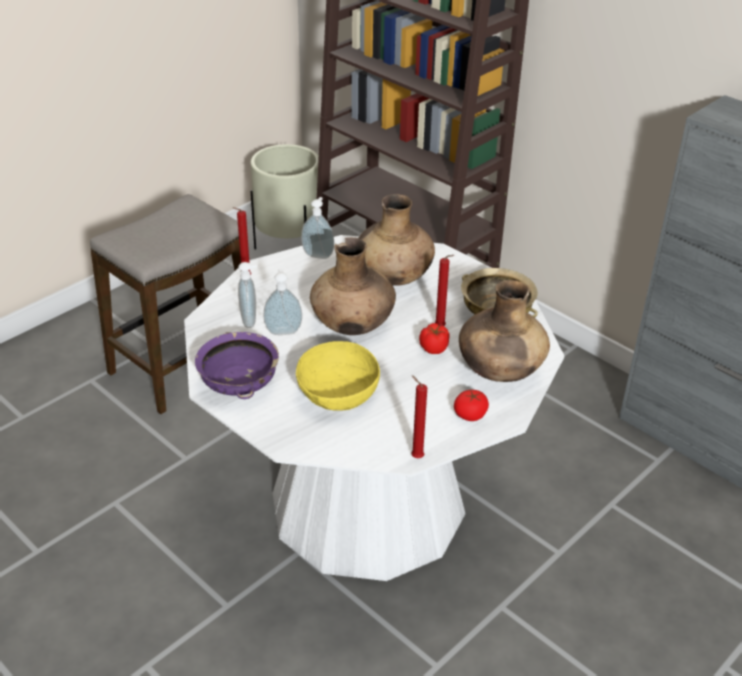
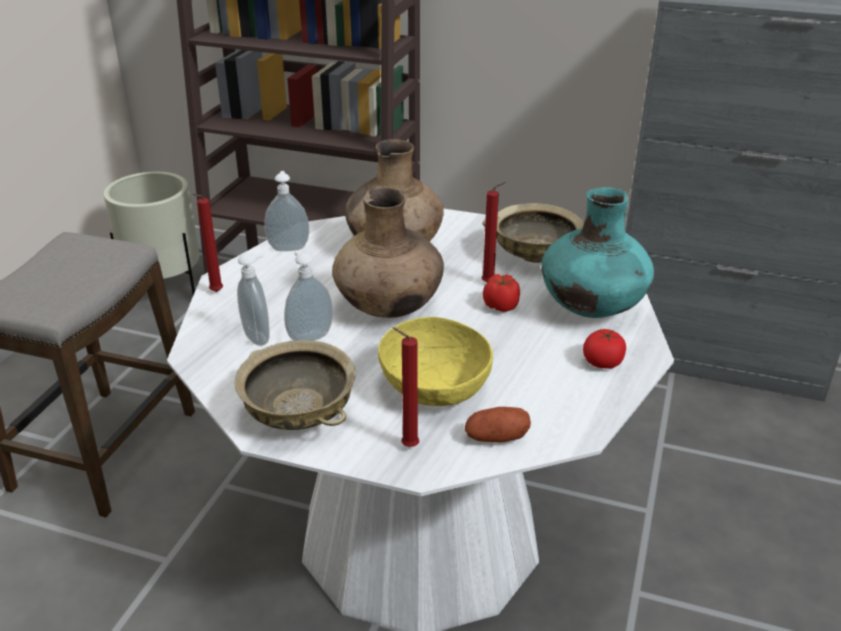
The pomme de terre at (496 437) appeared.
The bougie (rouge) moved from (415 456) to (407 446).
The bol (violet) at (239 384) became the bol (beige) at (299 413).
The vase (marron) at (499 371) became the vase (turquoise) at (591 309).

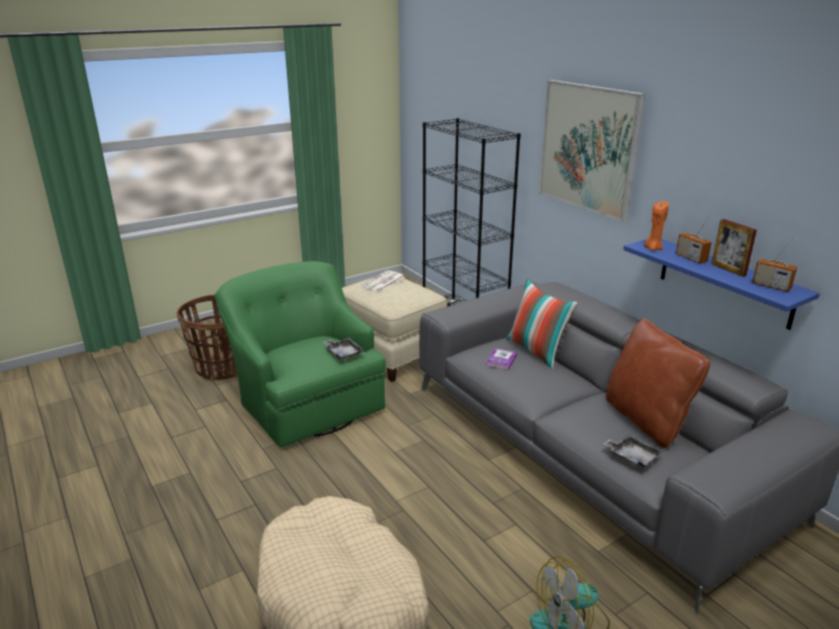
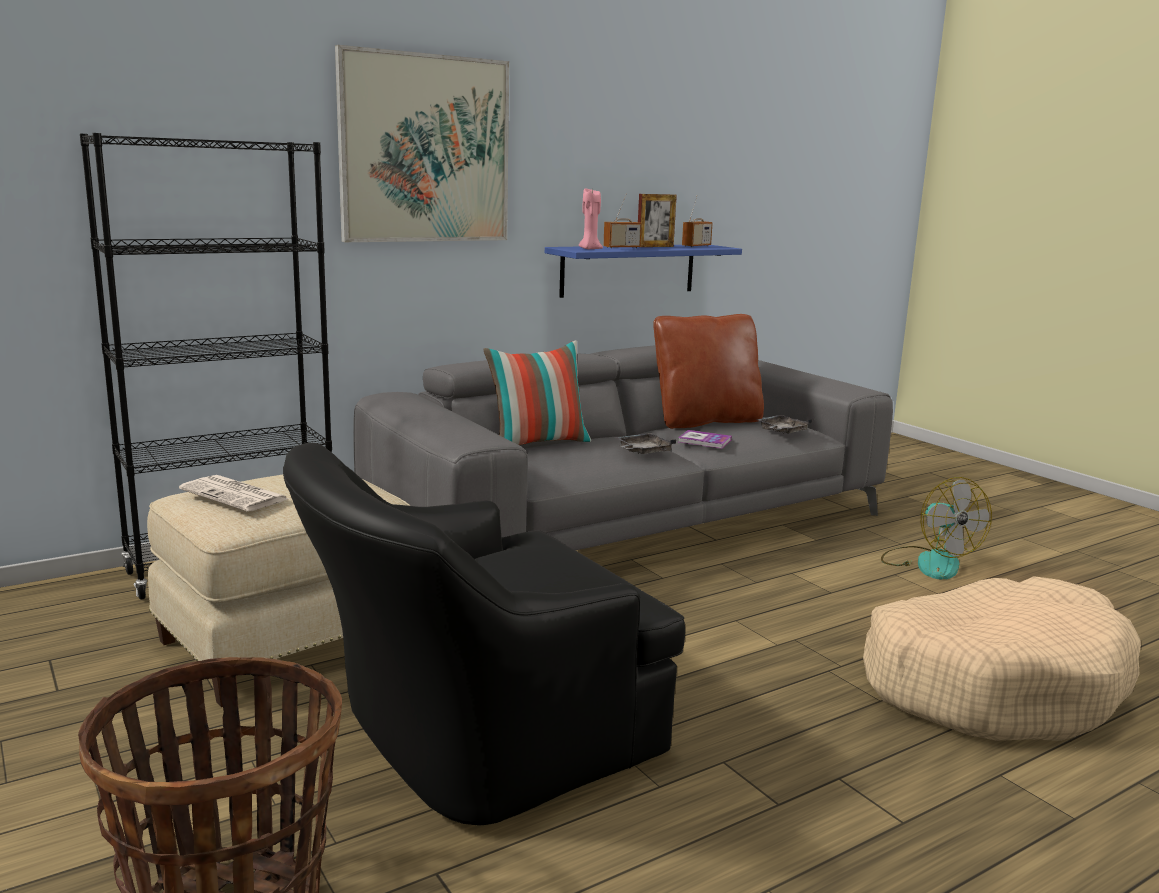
The plateau (gris) moved from (343 353) to (642 452).
The livre moved from (501 360) to (704 441).
The fauteuil (vert) at (307 401) became the fauteuil (noir) at (474 738).
The bougie (orange) at (653 248) became the bougie (rose) at (589 249).

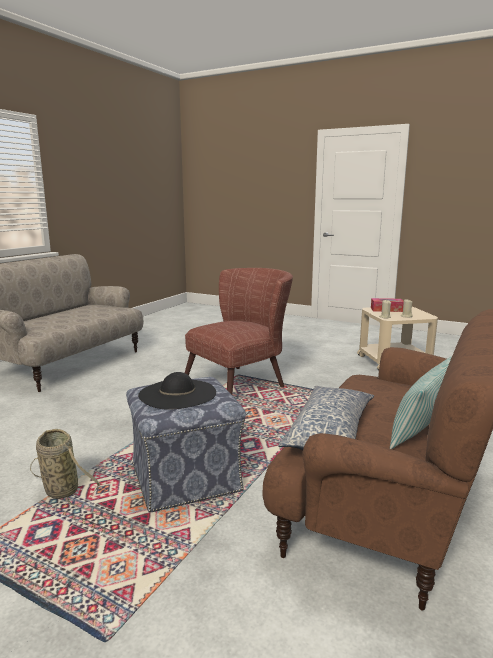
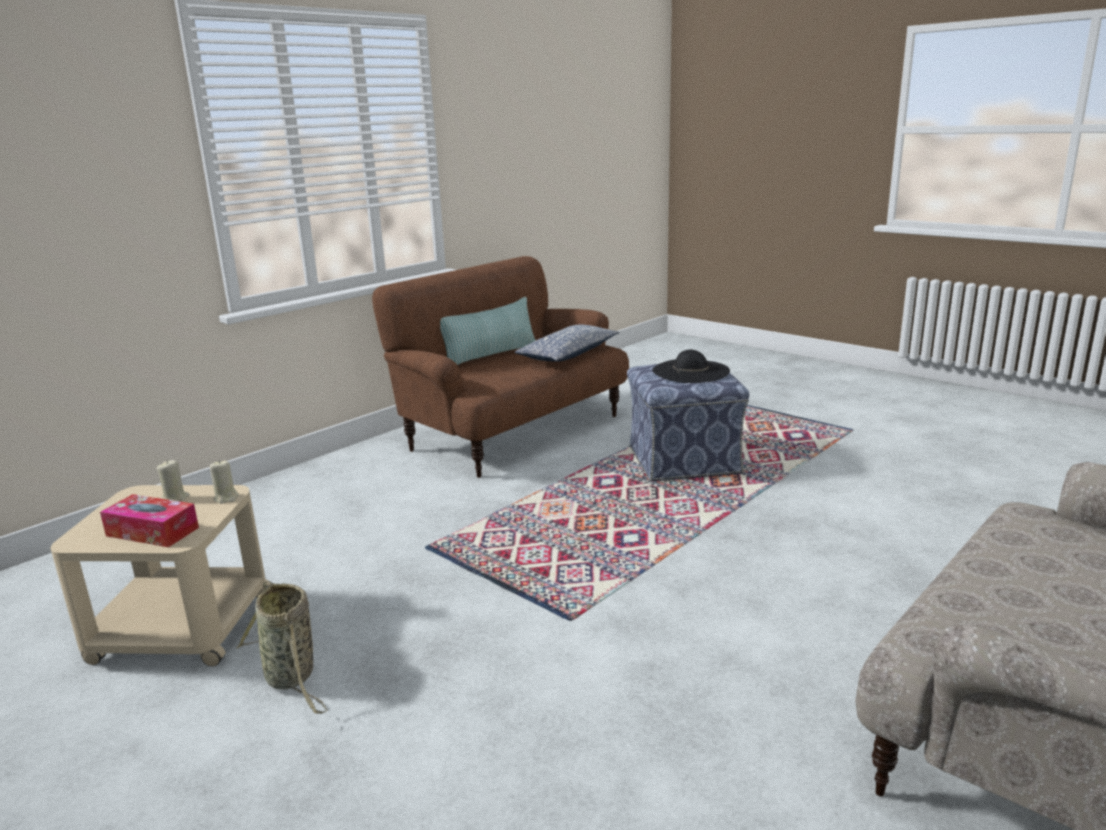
The fauteuil (marron) at (242 383) disappeared.
The panier moved from (60 489) to (292 678).

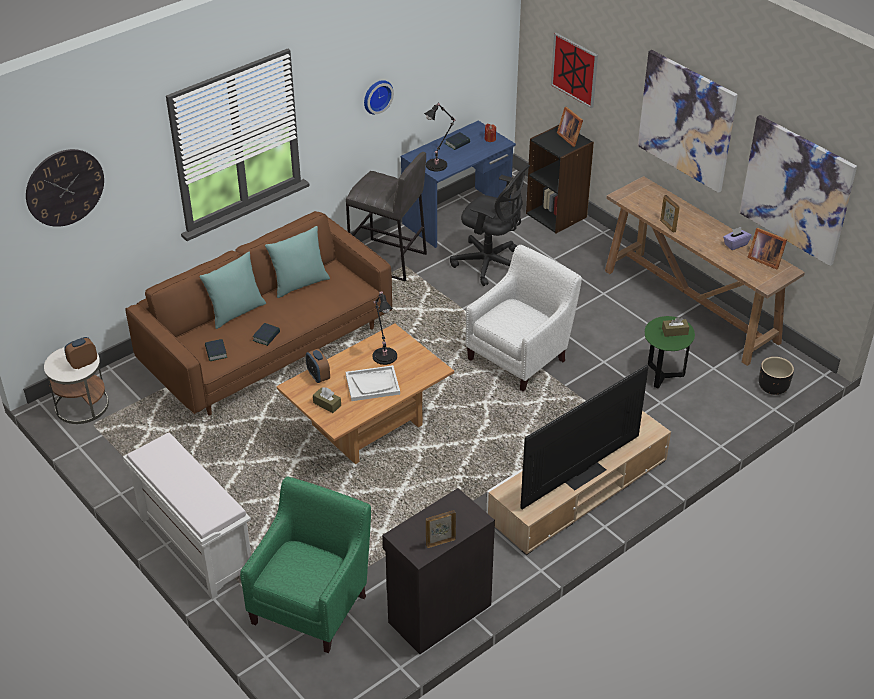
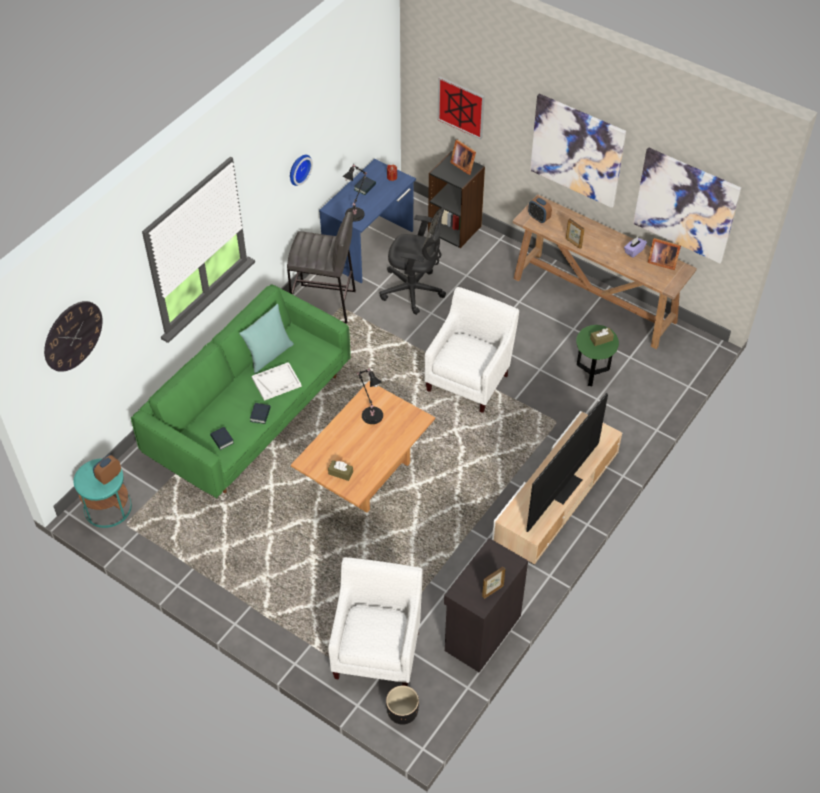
The banc (blanc) at (194 545) disappeared.
The coussin (turquoise) at (236 312) disappeared.
The réveil moved from (318 376) to (539 218).
The plateau (blanc) moved from (372 384) to (276 382).
The cache-pot (noir) moved from (773 388) to (403 713).
The table d'appoint (blanc) at (81 406) became the table d'appoint (turquoise) at (107 508).
The canapé (marron) at (267 346) became the canapé (vert) at (249 414).
The fauteuil (vert) at (313 603) became the fauteuil (blanc) at (378 648).

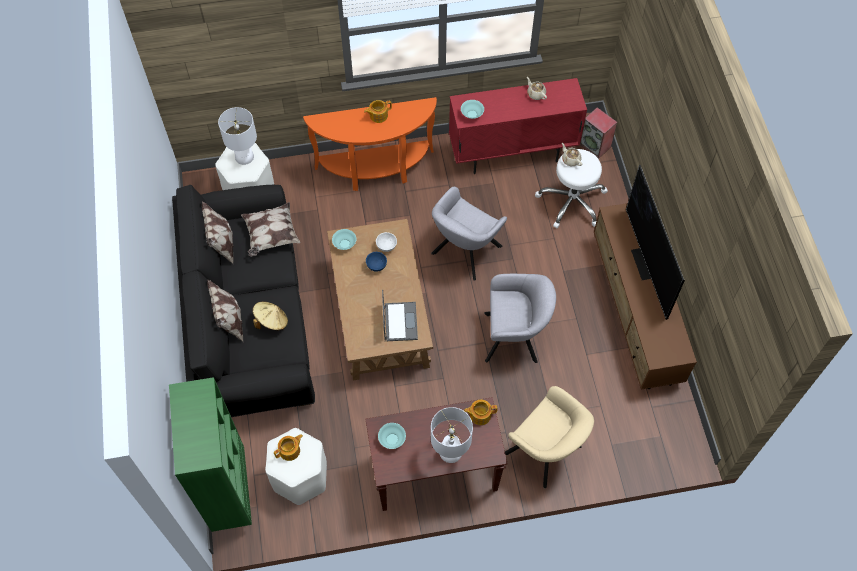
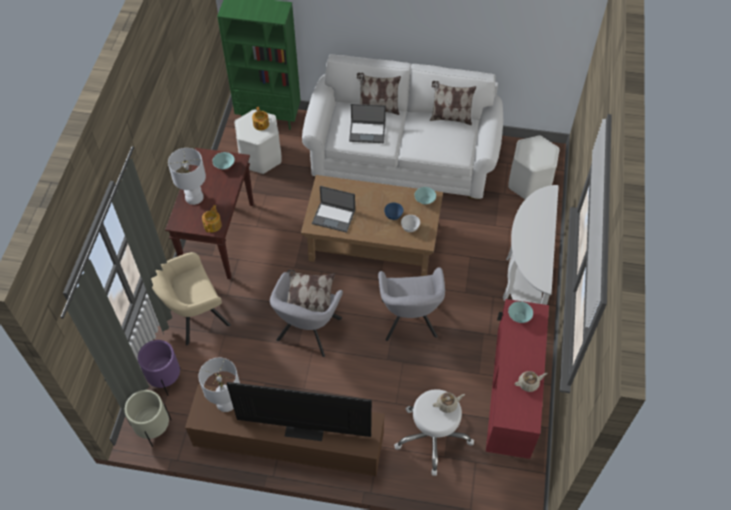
The théière at (378 115) disappeared.
The enceinte at (595 145) disappeared.
The cache-pot (beige) at (154 429) appeared.
The cache-pot (violet) at (165 379) appeared.
The lampe de table (blanc) moved from (245 156) to (226 403).
The coussin moved from (271 235) to (309 297).
The chapeau (beige) at (271 321) was replaced by the ordinateur portable at (367 132).
The canapé (noir) at (251 321) became the canapé (blanc) at (402 157).
The table console (orange) at (376 171) became the table console (blanc) at (524 280).
The fauteuil (gris) at (464 252) turned 150 degrees counterclockwise.

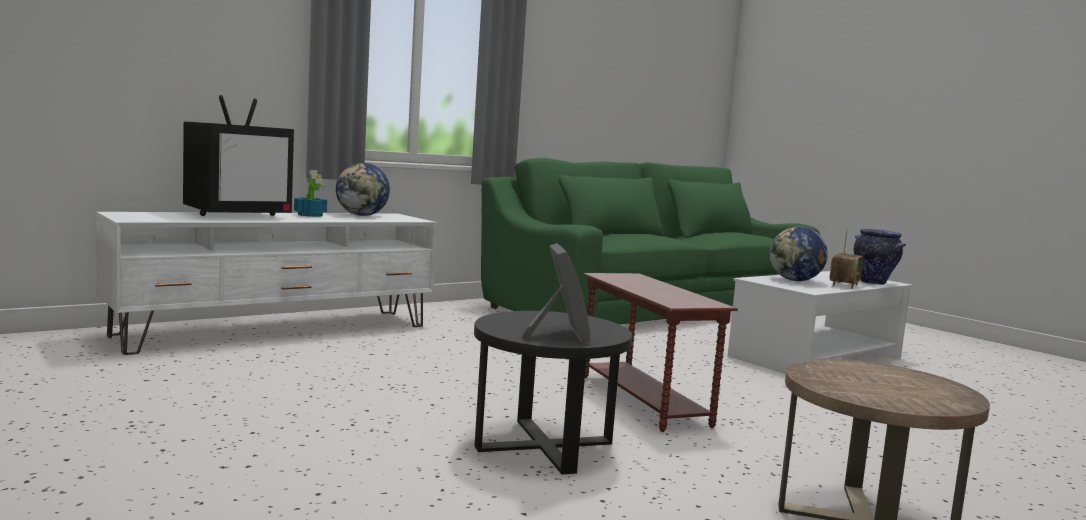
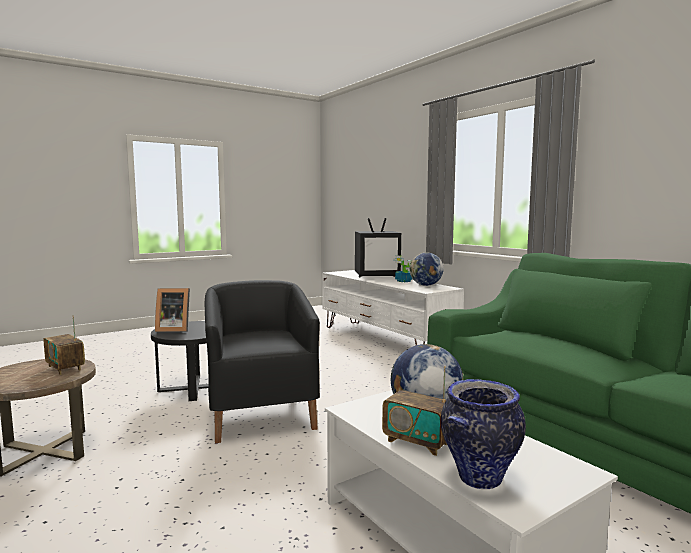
The radio at (65 368) appeared.
The table d'appoint (marron) at (642 400) was replaced by the fauteuil (noir) at (261 415).
The téléviseur at (238 215) turned 60 degrees counterclockwise.

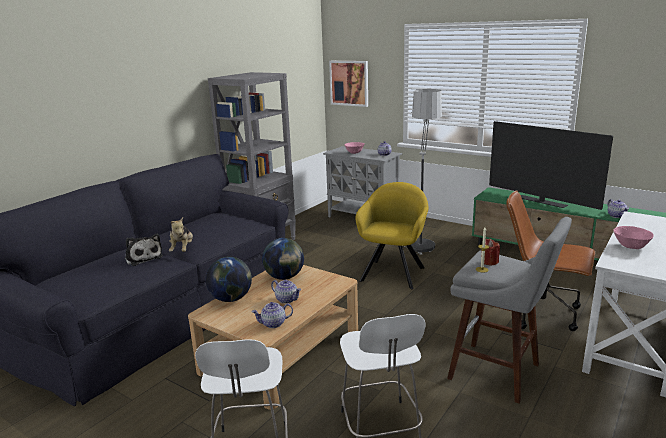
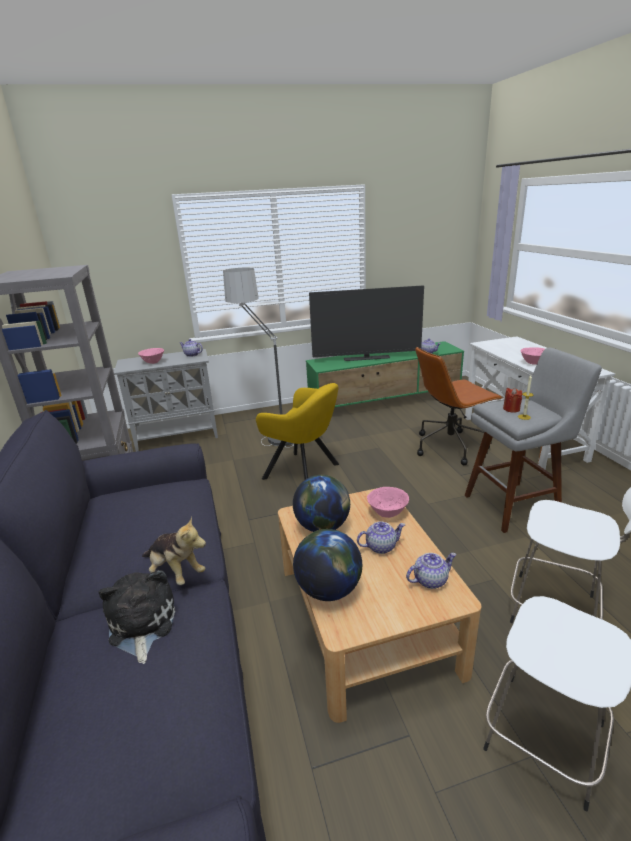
The tableau at (349 83) disappeared.
The bol (rose) at (387 512) appeared.
The peluche at (143 257) turned 105 degrees counterclockwise.
The théière at (273 324) turned 135 degrees counterclockwise.
The fauteuil (jaune) at (394 272) turned 150 degrees clockwise.

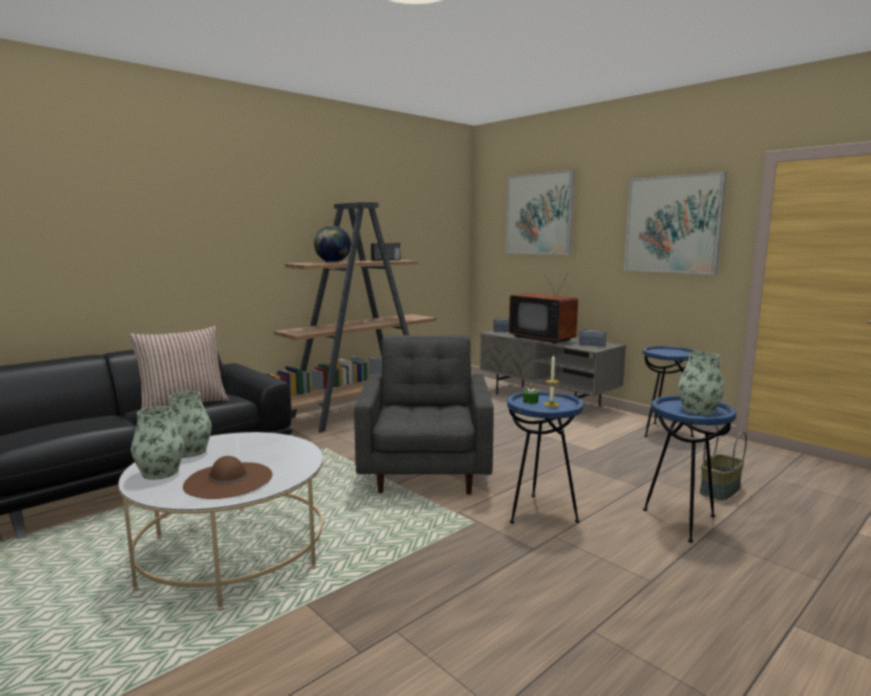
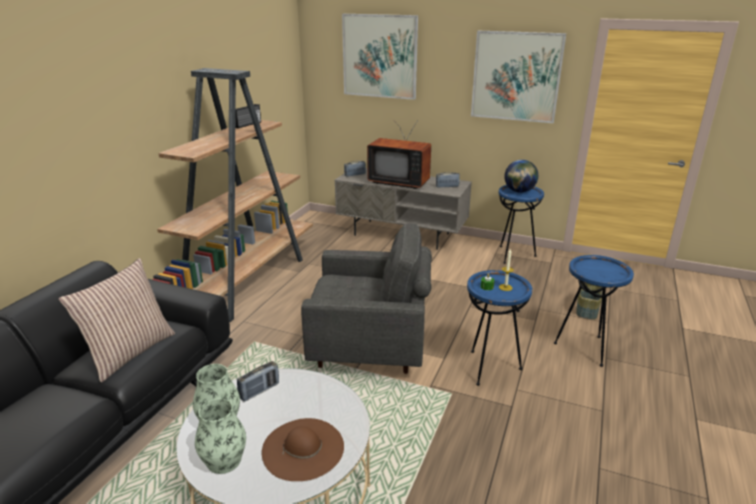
The vase at (698 410) disappeared.
The radio at (259 391) appeared.
The globe moved from (333 262) to (519 191).
The fauteuil (gris) at (426 471) turned 120 degrees clockwise.

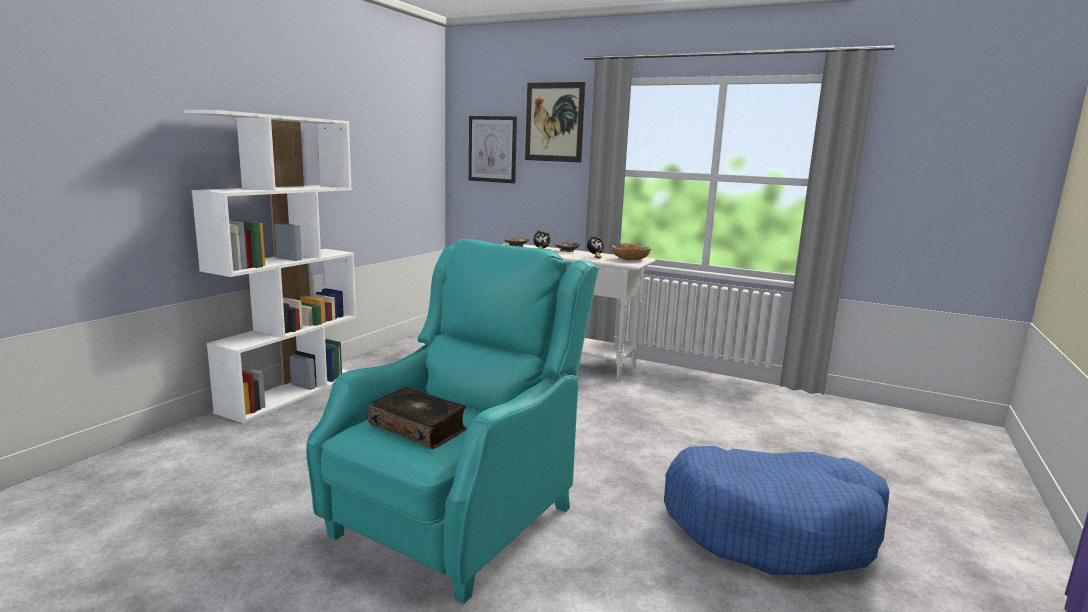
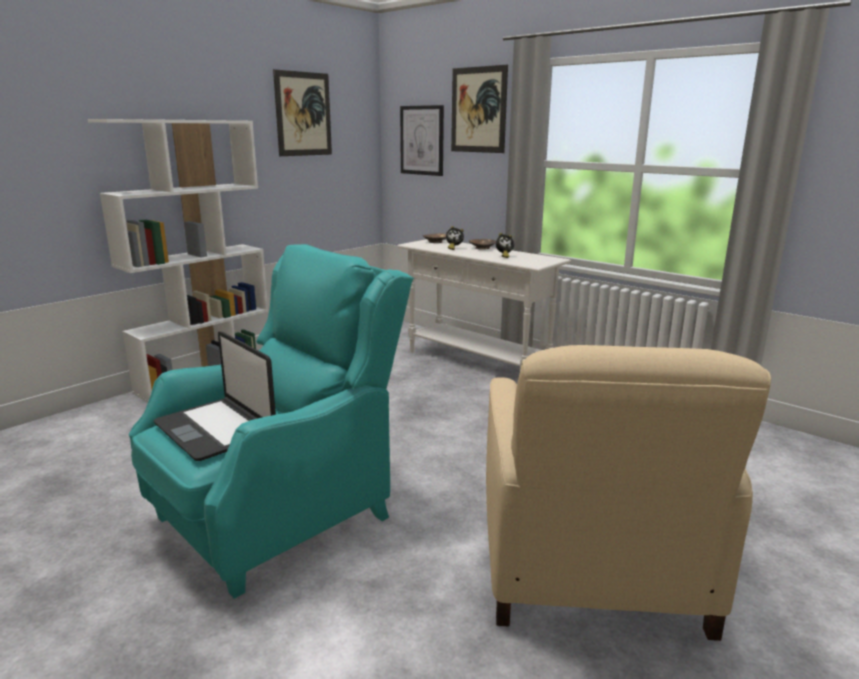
The bol (marron) at (630 259) disappeared.
The tableau at (303 114) appeared.
The livre at (418 428) was replaced by the ordinateur portable at (216 429).
The panier pour chien (bleu) at (772 527) was replaced by the fauteuil (beige) at (590 565).

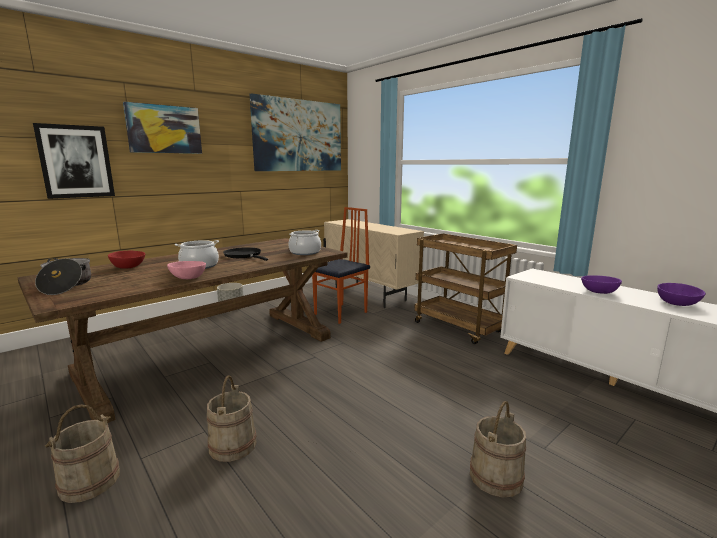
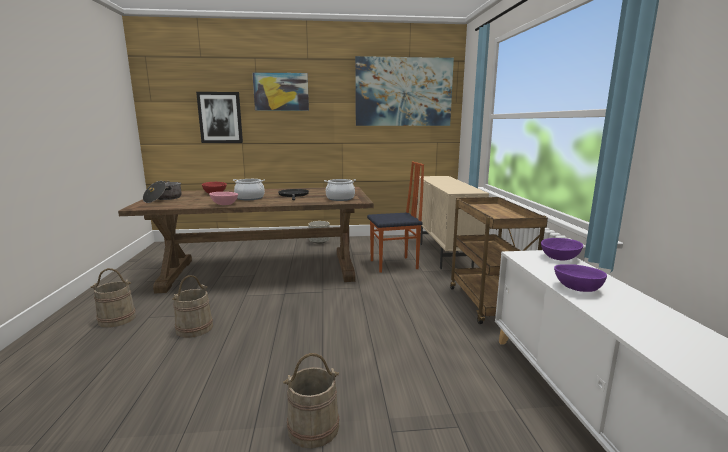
The bol (violet) moved from (676 303) to (559 258).

